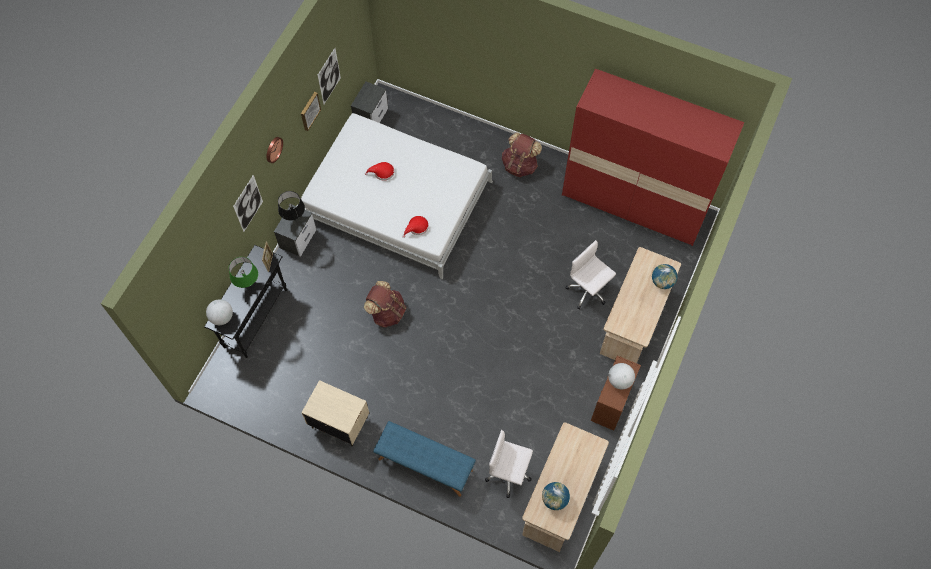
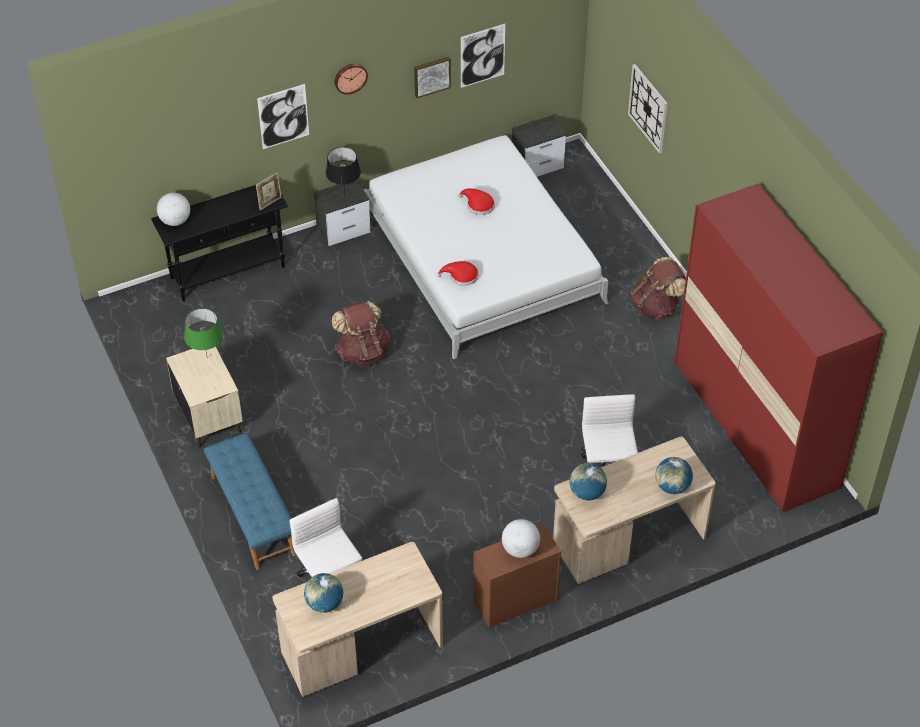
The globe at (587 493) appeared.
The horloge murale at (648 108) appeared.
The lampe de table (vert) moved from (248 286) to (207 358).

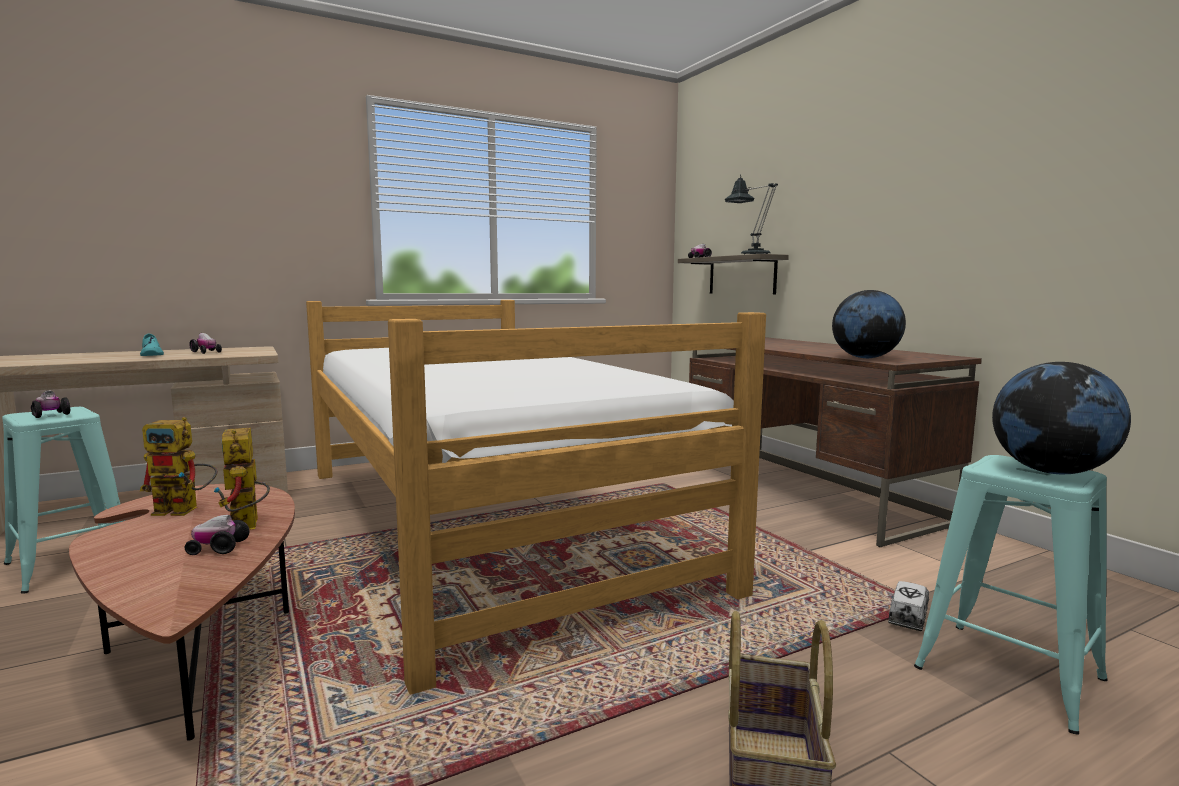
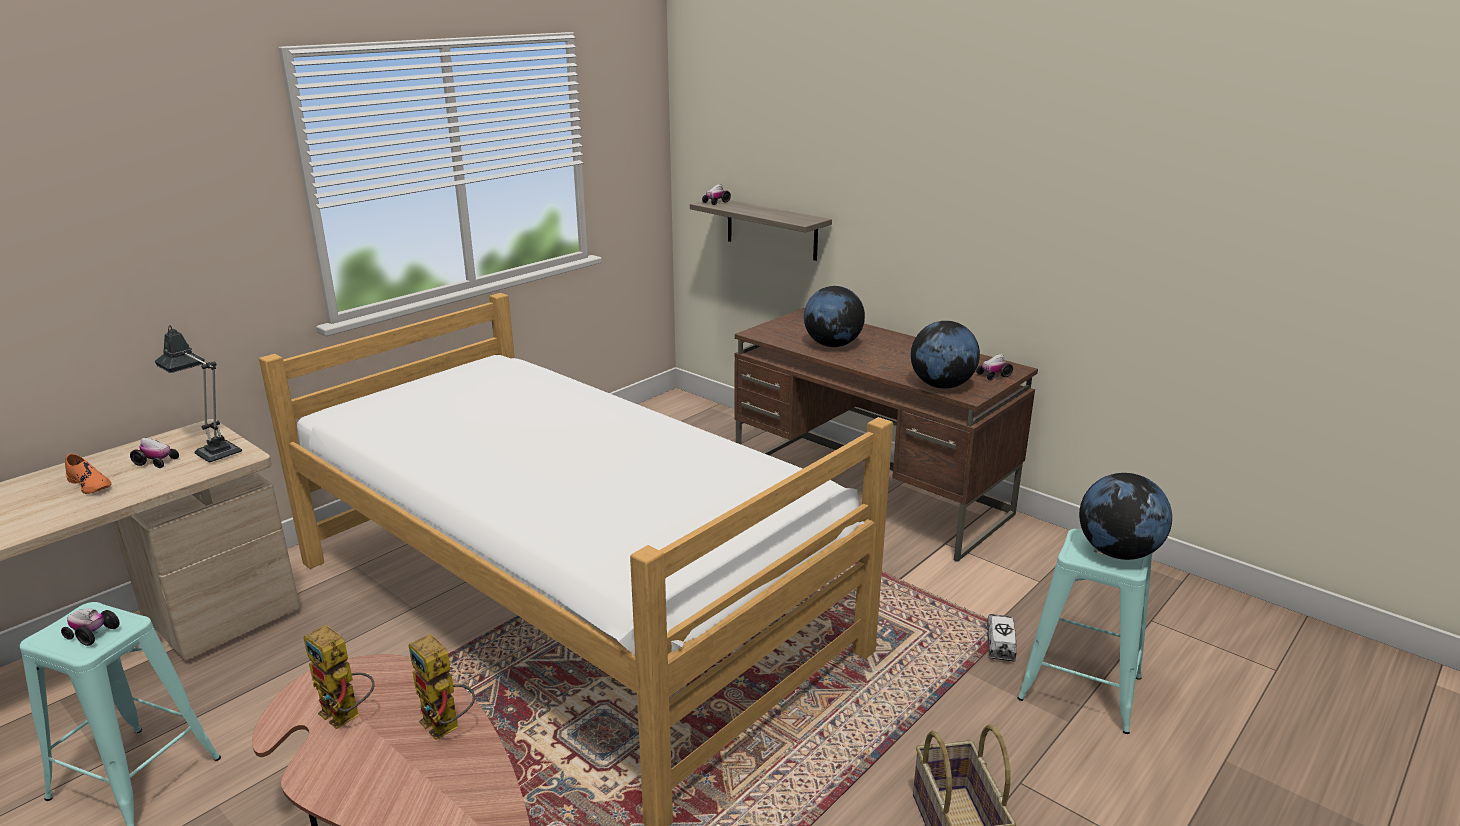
The globe at (832 345) appeared.
The petite voiture moved from (218 549) to (993 375).
The lampe de table moved from (750 255) to (214 451).
The chaussure (turquoise) at (151 354) became the chaussure (orange) at (90 484).
The robot jouet at (185 510) turned 60 degrees clockwise.

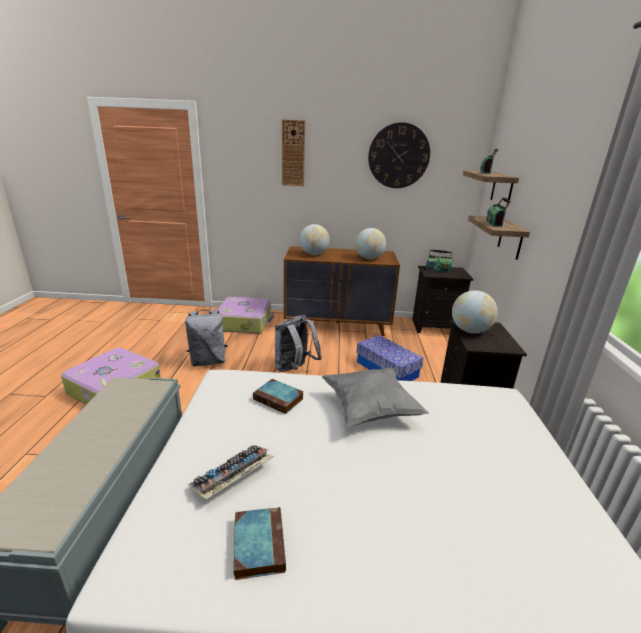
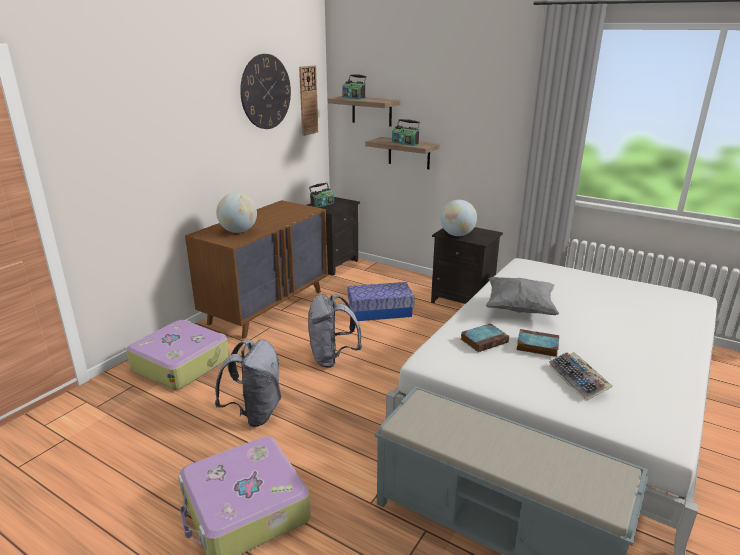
The globe at (369 258) disappeared.
The livre moved from (258 544) to (536 346).
The horloge murale moved from (293 153) to (308 100).

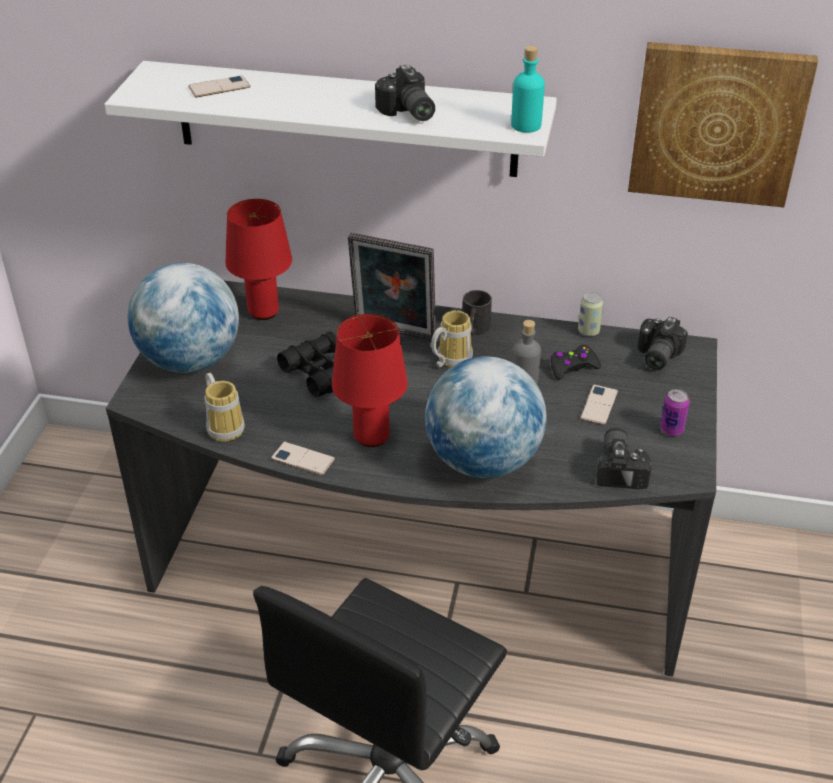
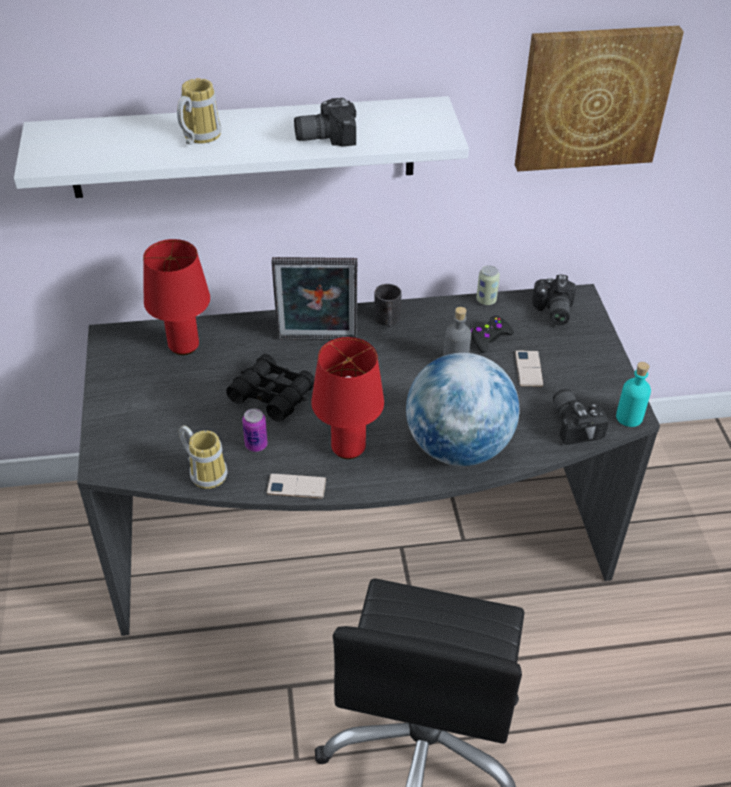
The globe at (190 361) disappeared.
The téléphone at (219 87) disappeared.
The mug moved from (449 359) to (197 137).
The bouteille (turquoise) moved from (526 125) to (629 417).
The boîte métallique moved from (671 430) to (256 445).
The appareil photo at (407 113) turned 120 degrees clockwise.

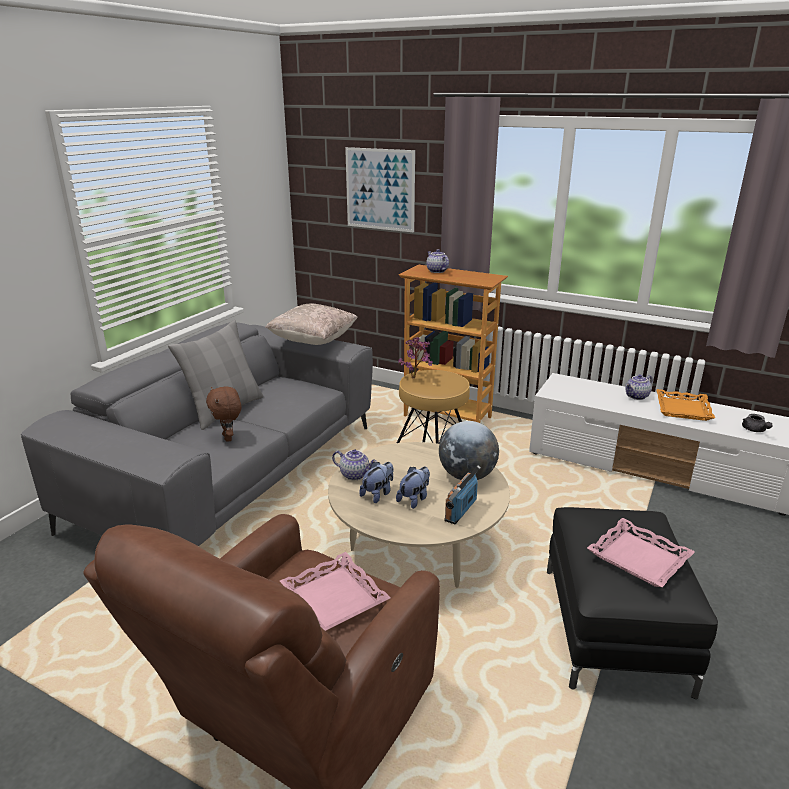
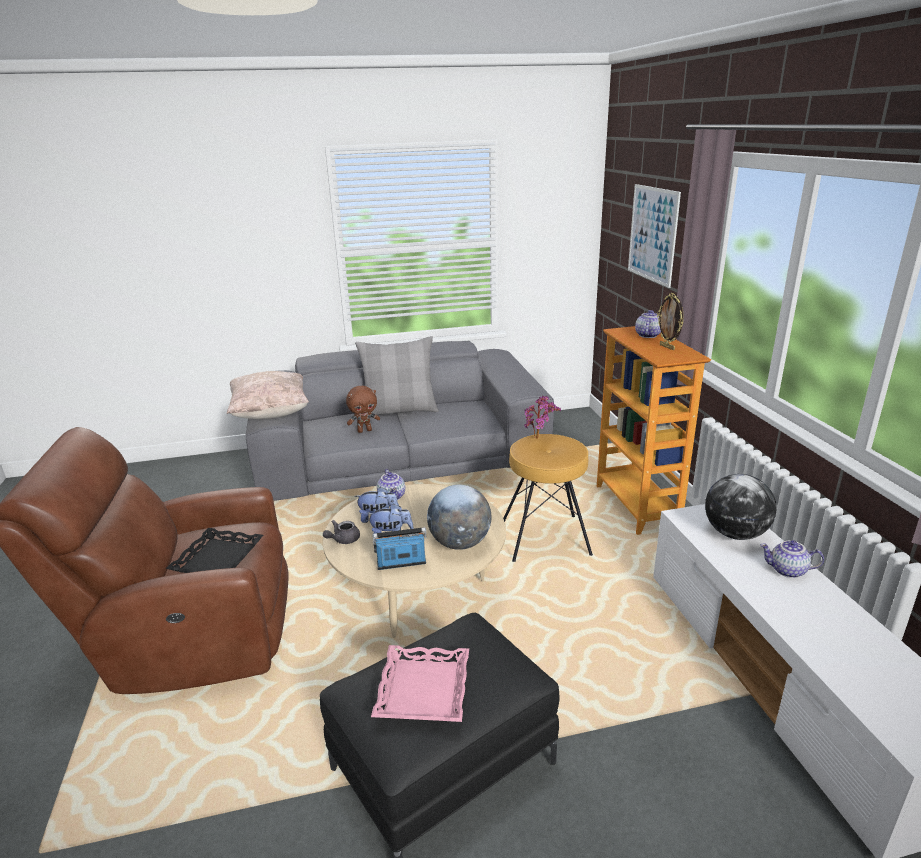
The plateau (orange) at (683 409) disappeared.
The cadre photo at (667 347) appeared.
The globe at (735 534) appeared.
The coussin (beige) moved from (313 341) to (270 413).
The théière (gris) moved from (754 430) to (343 540).
The plateau (rose) at (333 598) became the plateau (noir) at (217 558).
The peluche (marron) at (228 438) turned 135 degrees counterclockwise.

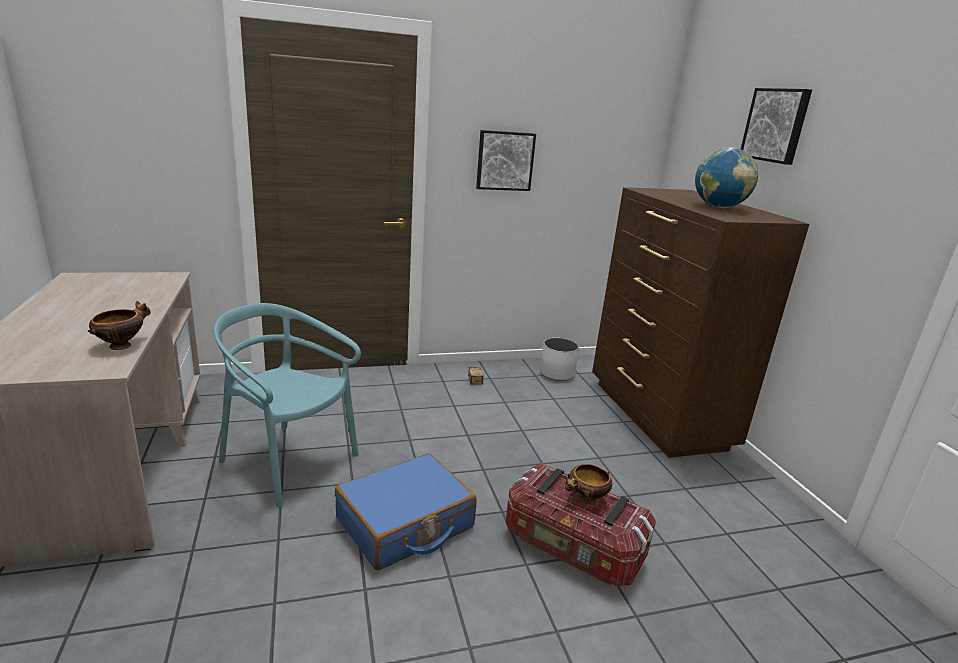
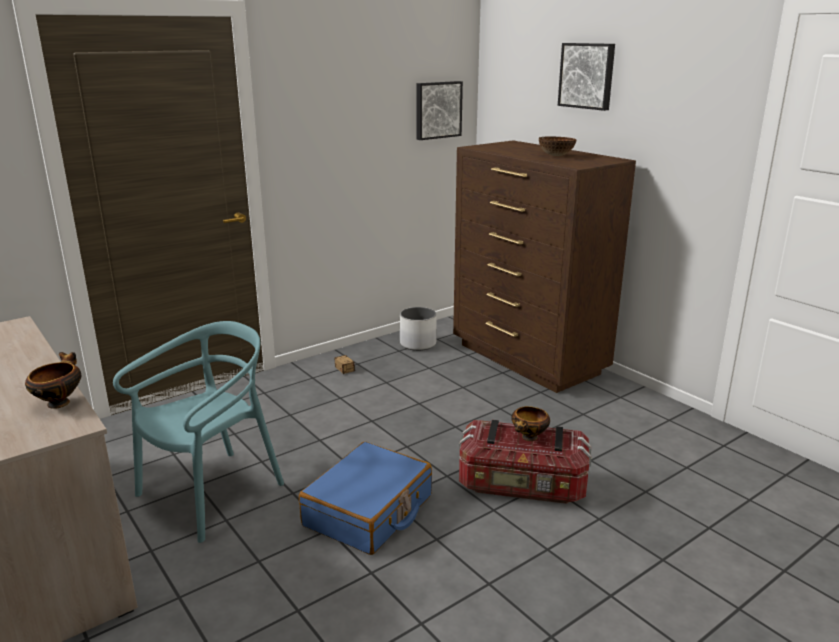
The tableau moved from (504 160) to (437 110).
The globe at (719 207) was replaced by the bol at (556 156).
The chaise (turquoise) at (288 462) turned 120 degrees clockwise.

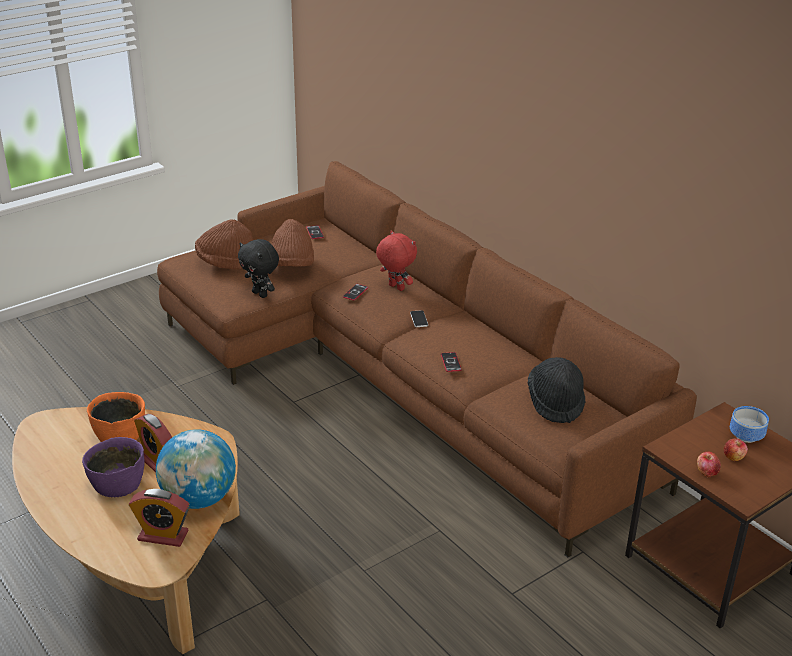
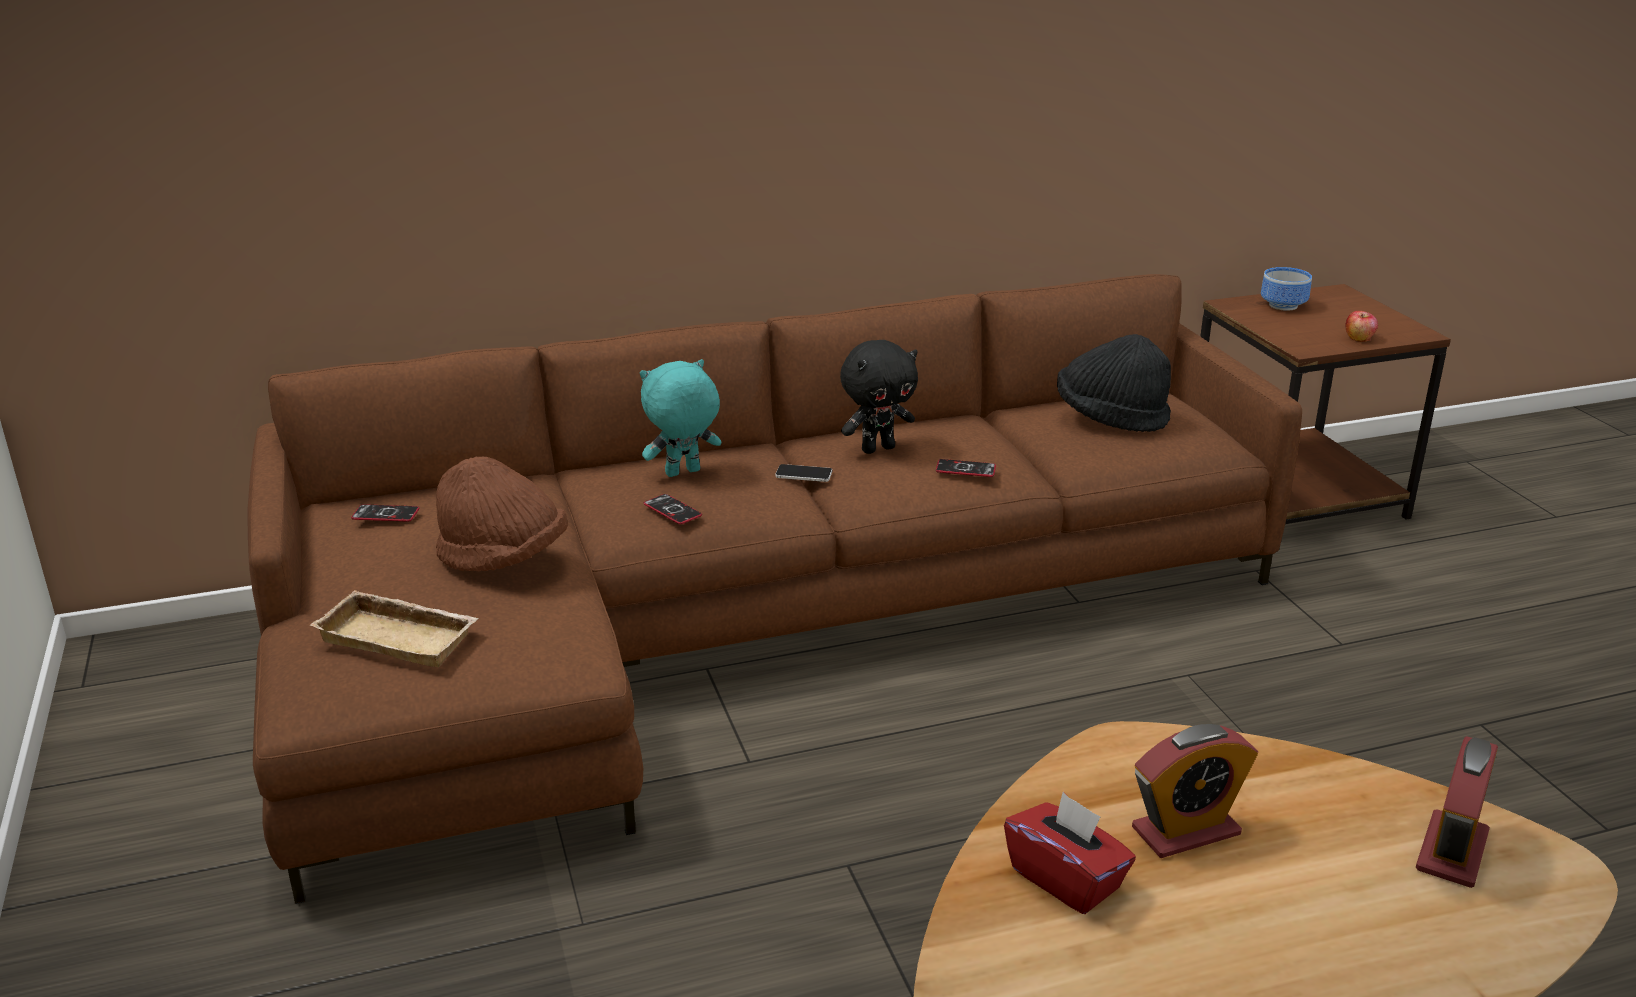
The bol (violet) at (117 483) disappeared.
The globe at (198 499) disappeared.
The pomme at (733 457) disappeared.
The peluche (noir) moved from (260 294) to (877 448).
The bol (orange) at (119 434) was replaced by the boîte à mouchoirs (rouge) at (1066 879).
The chapeau (marron) at (226 262) was replaced by the plateau (beige) at (401 637).
The peluche (rouge) at (395 287) became the peluche (turquoise) at (683 473).

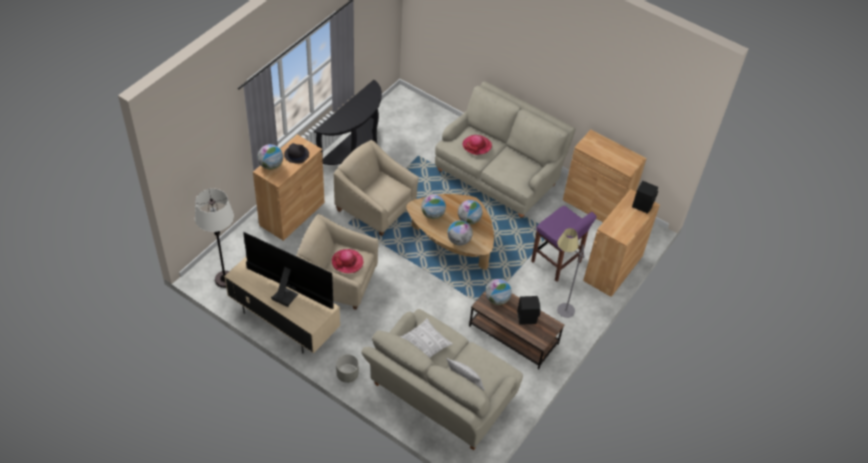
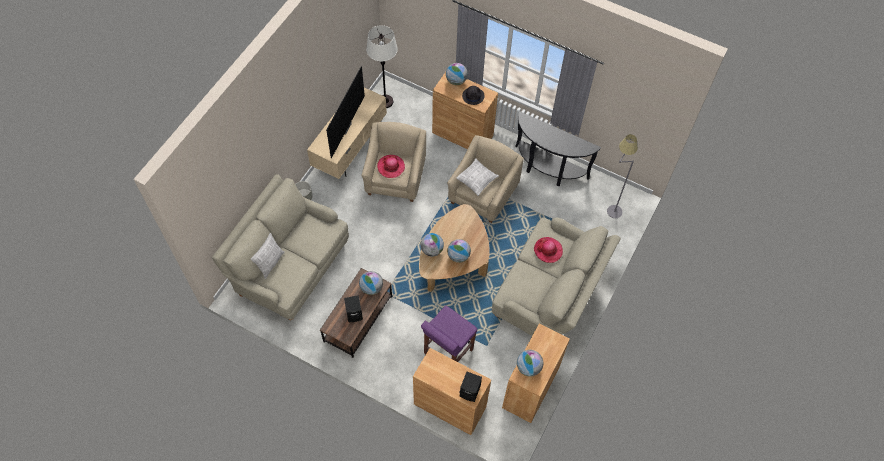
The coussin moved from (424 344) to (476 180).
The globe moved from (432 214) to (528 367).
The lampadaire (gris) moved from (558 311) to (611 206).

